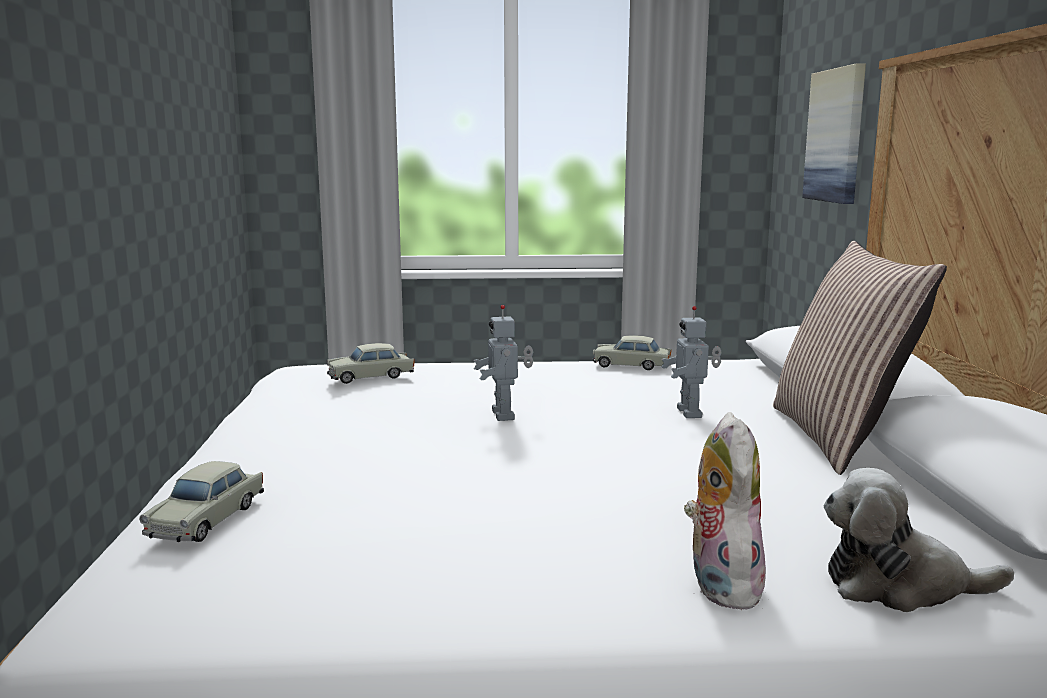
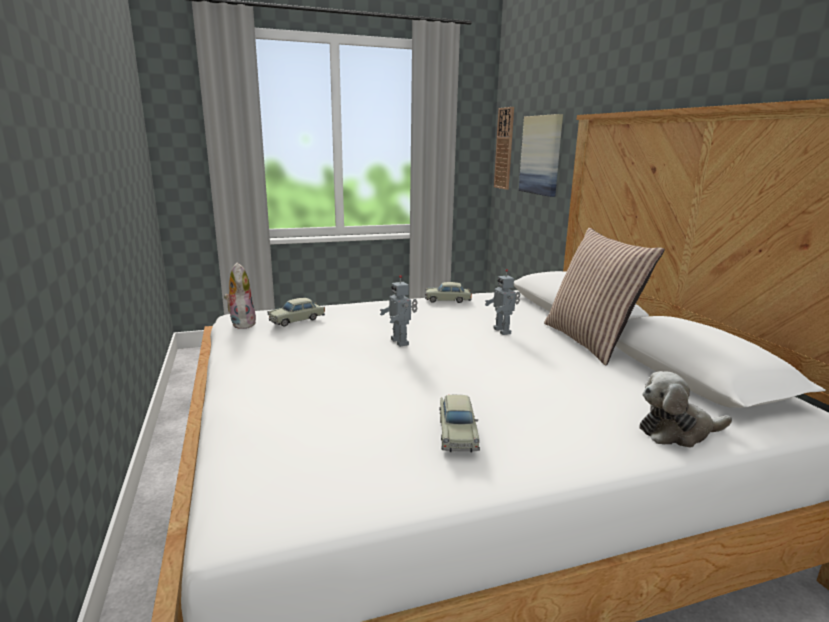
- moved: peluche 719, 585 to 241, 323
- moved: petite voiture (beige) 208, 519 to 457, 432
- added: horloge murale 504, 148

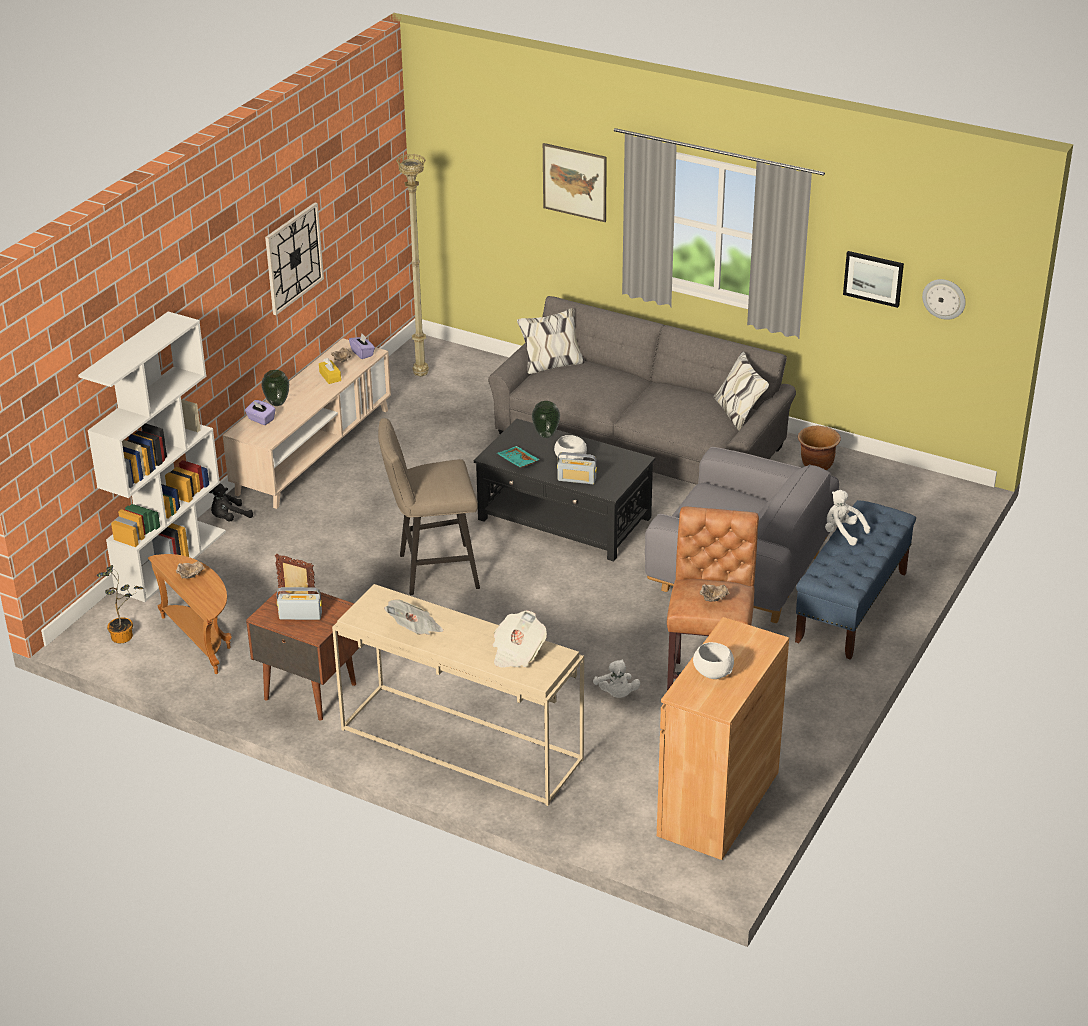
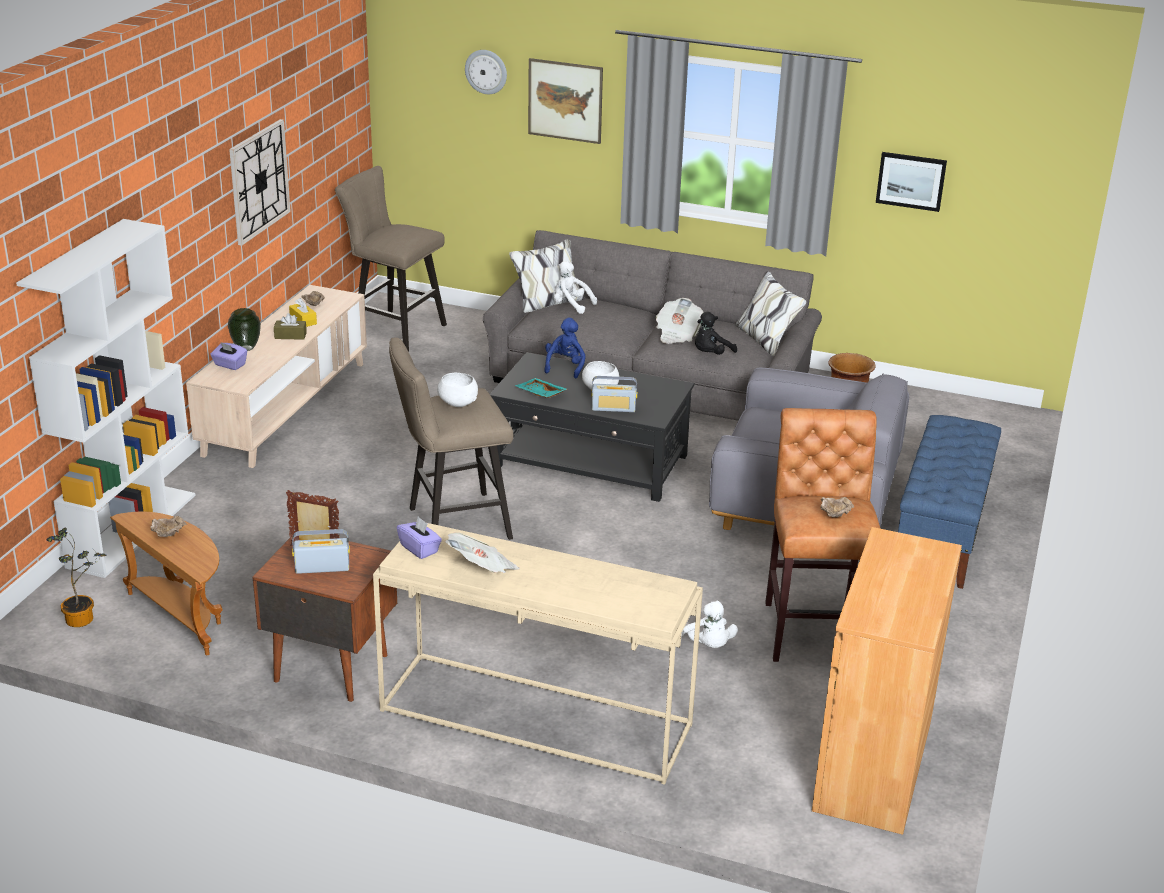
- added: boîte à mouchoirs (marron) 290, 335
- replaced: lampadaire (beige) 422, 375 to tabouret (beige) 393, 330
- moved: boîte à mouchoirs (violet) 362, 353 to 419, 549
- moved: bol (blanc) 712, 673 to 457, 403
- moved: horloge murale 944, 298 to 486, 71
- replaced: vase 546, 435 to peluche (bleu) 565, 366
- moved: peluche (blanc) 842, 533 to 570, 305
- moved: journal 517, 653 to 677, 334
- moved: peluche (noir) 229, 518 to 711, 354

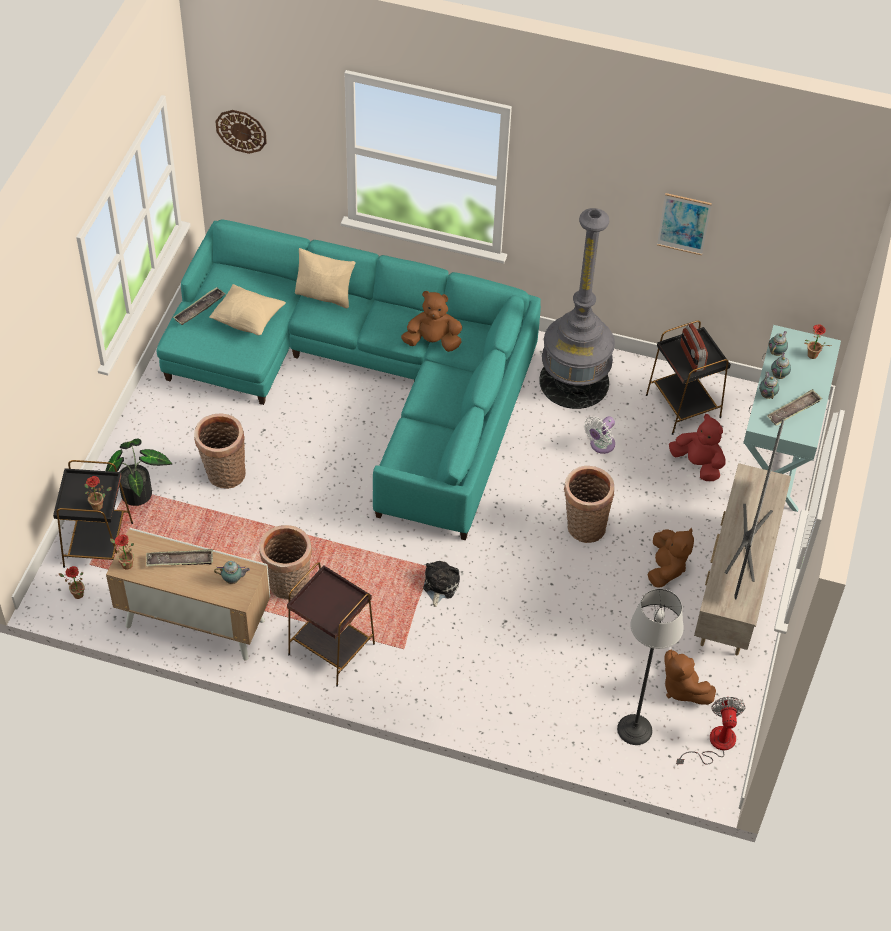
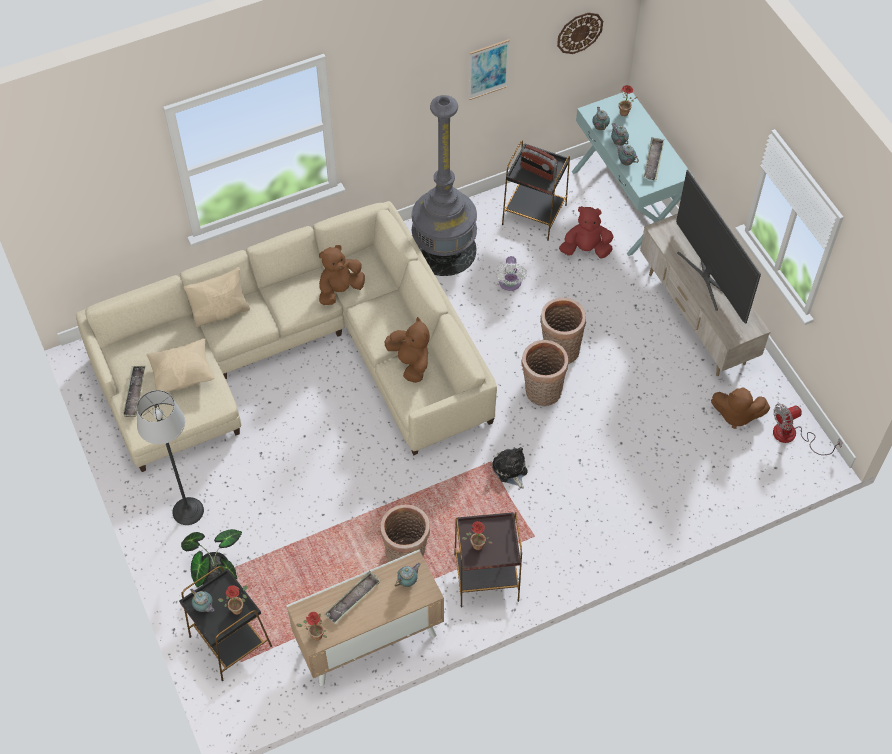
- recoloured: canapé (turquoise) 364, 379 to canapé (beige) 294, 357
- moved: lampadaire 635, 729 to 188, 510
- added: théière 204, 607
- moved: peluche (marron) 666, 568 to 410, 362
- moved: plante en pot 76, 594 to 476, 547
- moved: panier 223, 474 to 541, 393
- moved: horloge murale 241, 131 to 579, 32
- turned: ventilateur 714, 744 = 792, 436 75 degrees counterclockwise

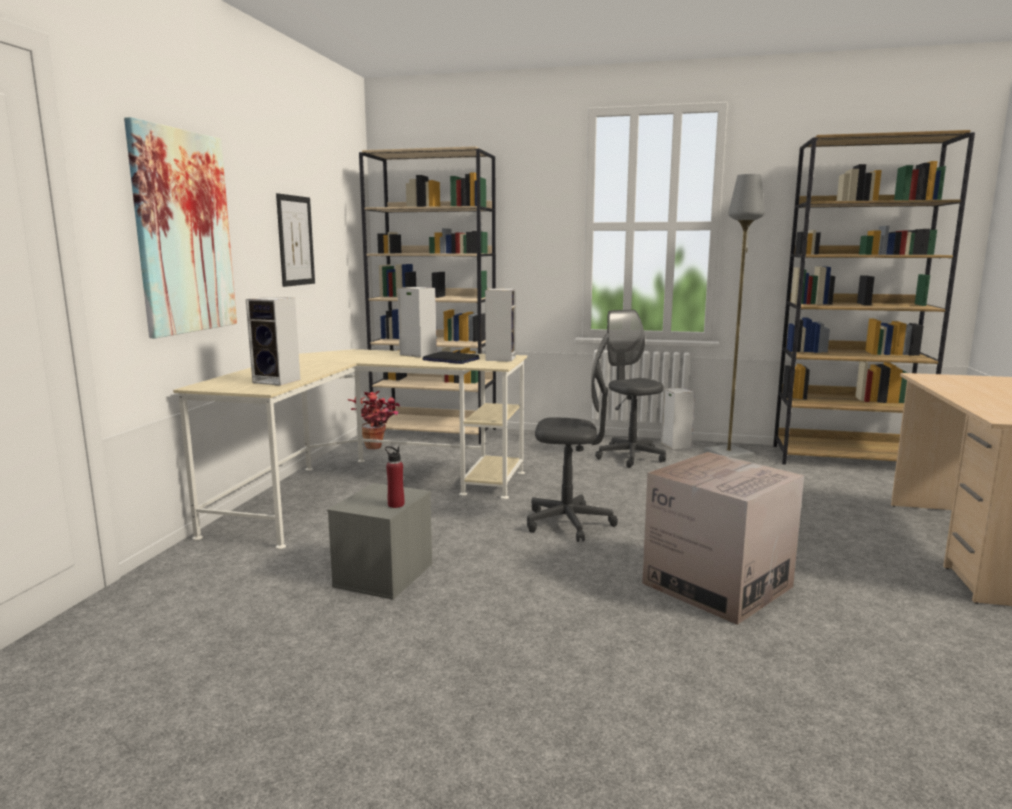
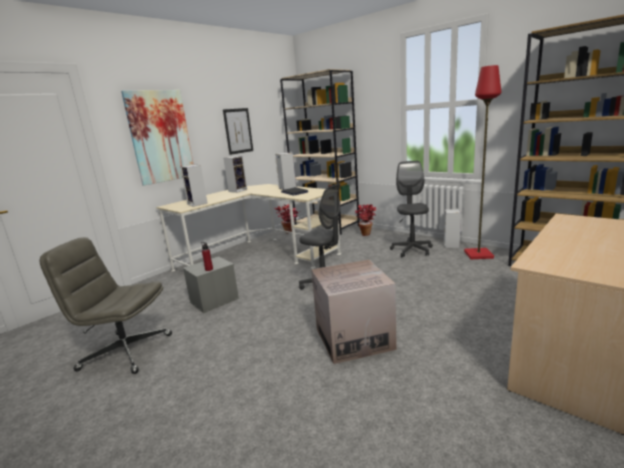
- added: chaise de bureau (gris) 125, 352
- moved: enceinte 500, 358 to 238, 190
- added: plante en pot 366, 233
- recoloured: lampadaire (gris) 729, 454 to lampadaire (rouge) 479, 255

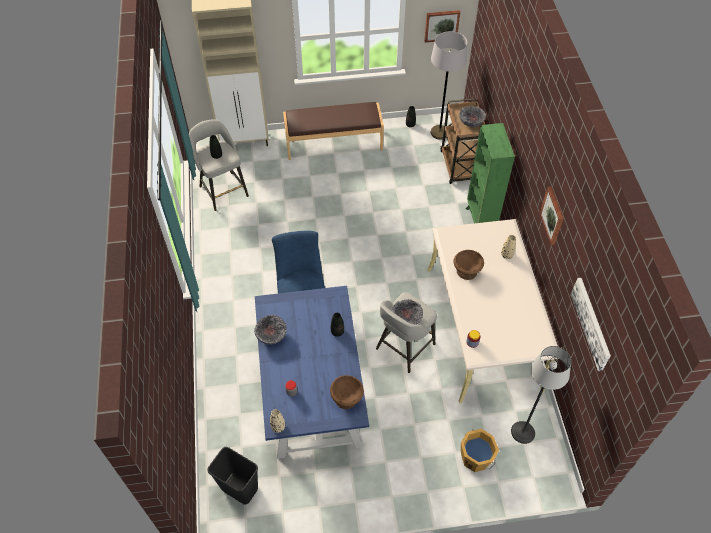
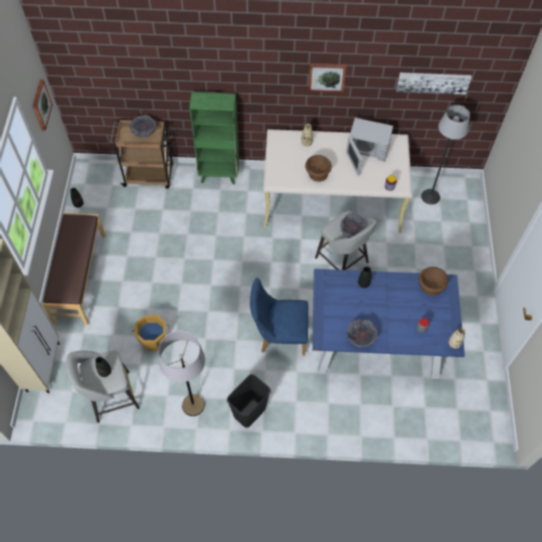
- moved: seau (orange) 476, 458 to 153, 339
- moved: lampadaire (gris) 439, 132 to 193, 405
- moved: poubelle (noir) 240, 488 to 249, 411
- added: micro-ondes (blanc) 366, 148

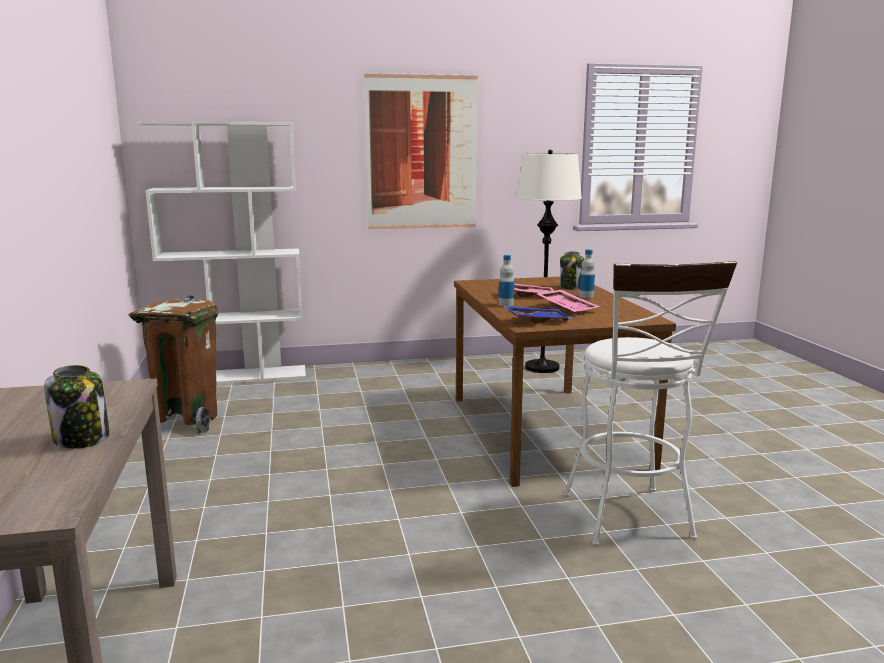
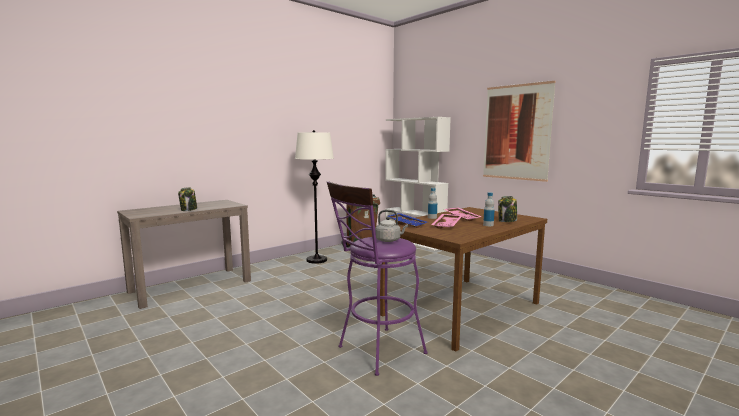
- moved: lampadaire (blanc) 542, 367 to 317, 260
- recoloured: tabouret (blanc) 631, 521 to tabouret (violet) 376, 352
- added: bouilloire (gris) 389, 240

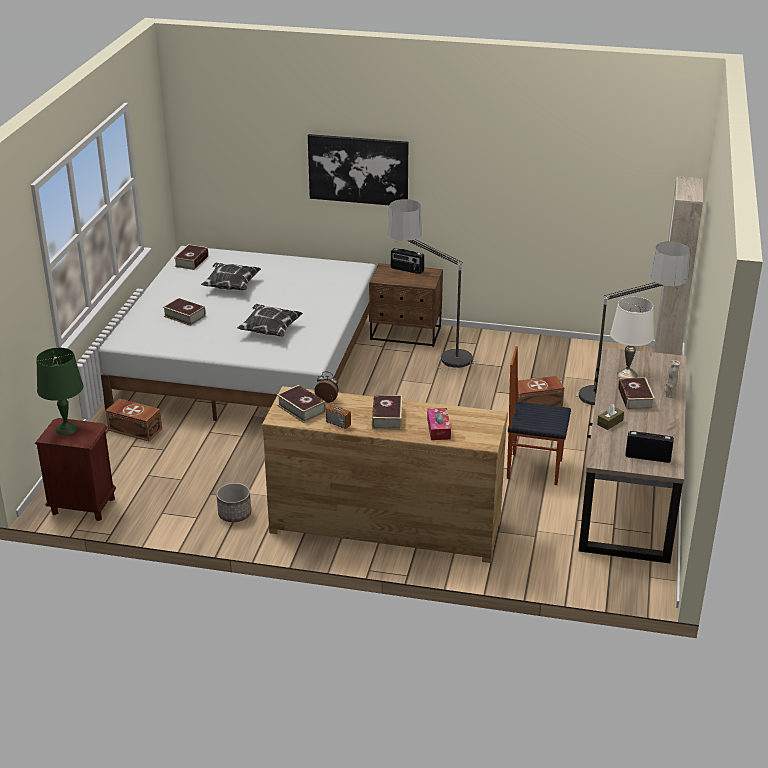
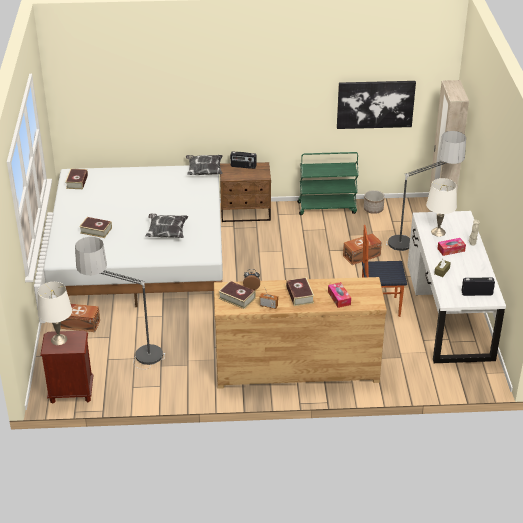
- recoloured: lampe de table (vert) 66, 428 to lampe de table (blanc) 59, 339
- moved: lampadaire 430, 359 to 126, 359
- moved: coussin 231, 286 to 204, 171
- added: chariot (vert) 327, 207
- moved: tableau 358, 169 to 375, 104
- moved: cache-pot 234, 514 to 373, 209
- recoloured: bureau (marron) 629, 489 to bureau (blanc) 449, 311
- replaced: livre 635, 398 to boîte à mouchoirs 451, 250

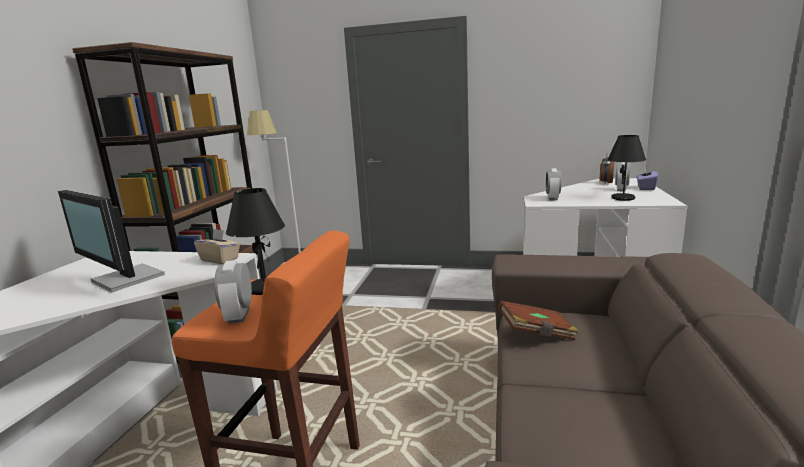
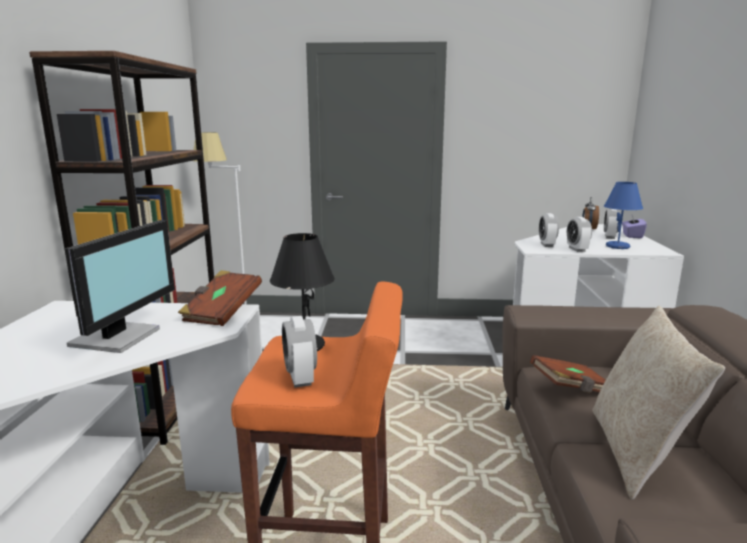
- turned: écran d'ordinateur 125, 279 = 119, 337 105 degrees counterclockwise
- replaced: boîte à mouchoirs (beige) 220, 259 to livre (marron) 222, 312
- added: réveil 577, 249
- added: coussin (beige) 636, 453
- recoloured: lampe de table (noir) 623, 198 to lampe de table (bleu) 618, 246

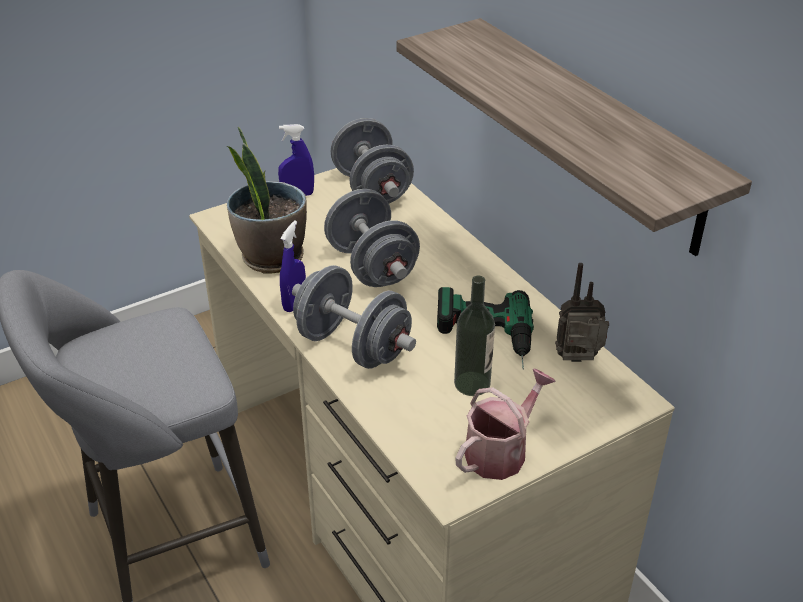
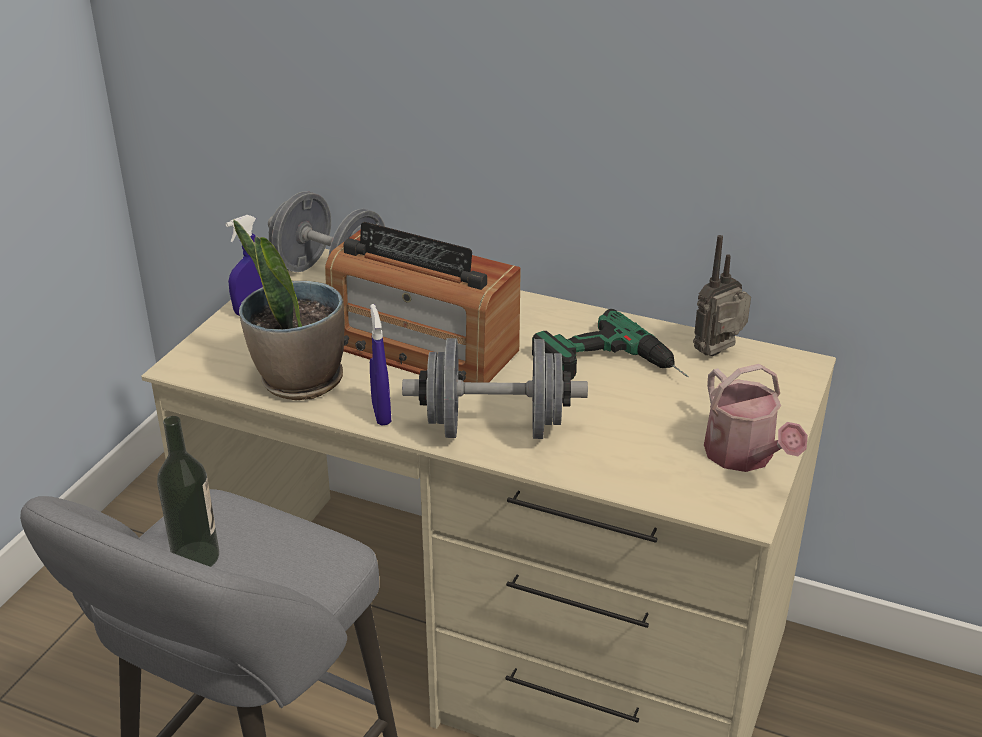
- moved: bouteille 472, 384 to 196, 557
- replaced: haltère (gris) 372, 266 to radio 422, 348
- turned: arrosoir 501, 451 = 744, 457 150 degrees clockwise
- removed: étagère 592, 134

